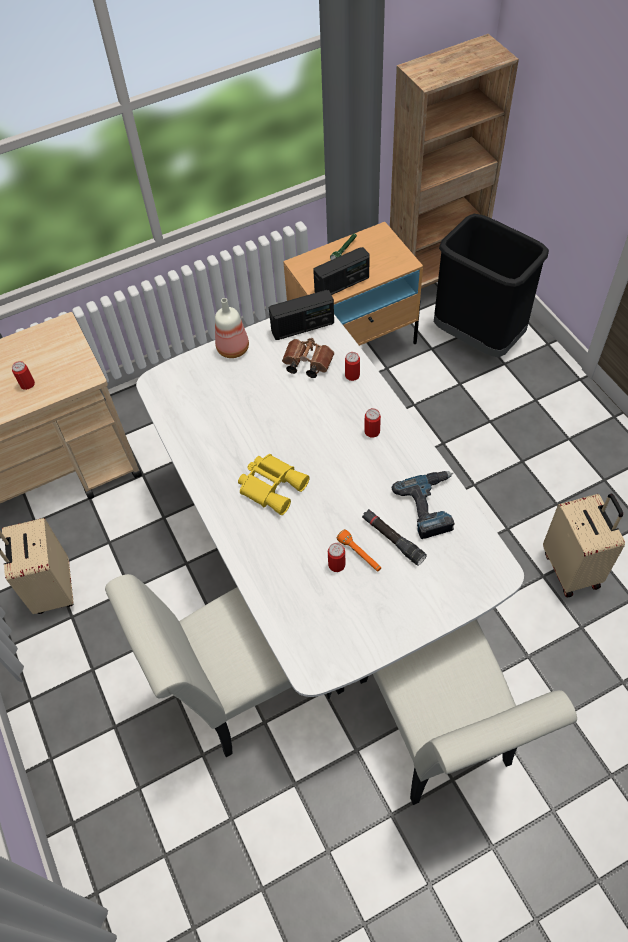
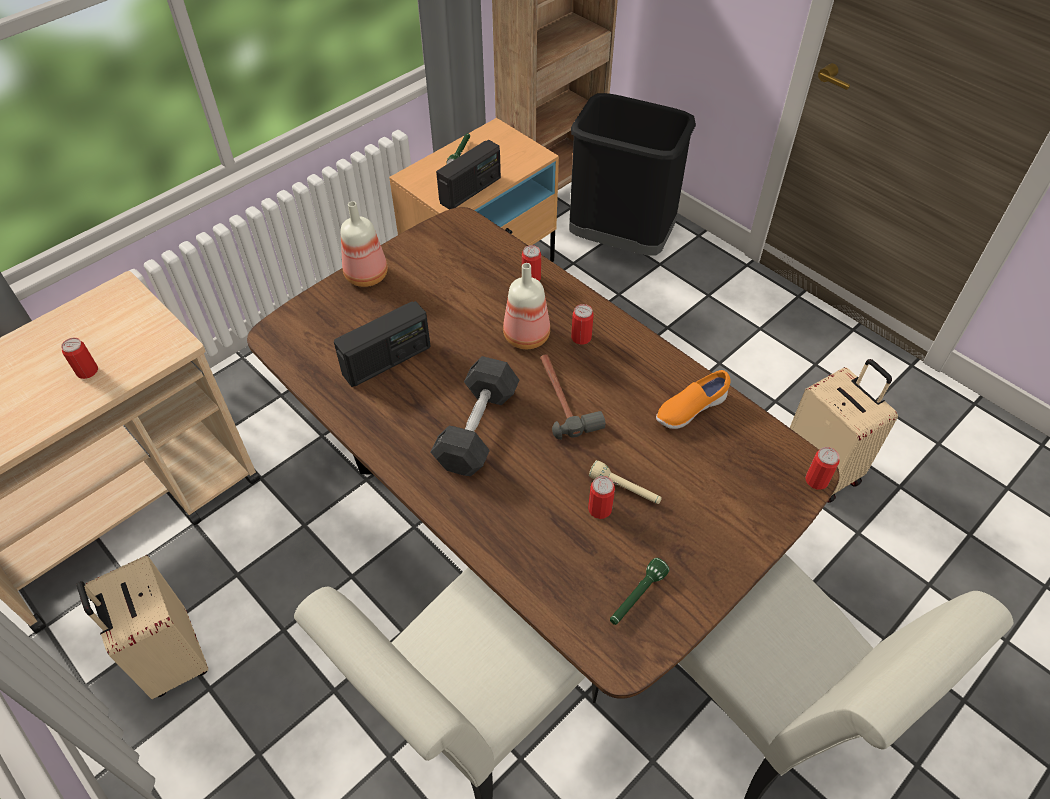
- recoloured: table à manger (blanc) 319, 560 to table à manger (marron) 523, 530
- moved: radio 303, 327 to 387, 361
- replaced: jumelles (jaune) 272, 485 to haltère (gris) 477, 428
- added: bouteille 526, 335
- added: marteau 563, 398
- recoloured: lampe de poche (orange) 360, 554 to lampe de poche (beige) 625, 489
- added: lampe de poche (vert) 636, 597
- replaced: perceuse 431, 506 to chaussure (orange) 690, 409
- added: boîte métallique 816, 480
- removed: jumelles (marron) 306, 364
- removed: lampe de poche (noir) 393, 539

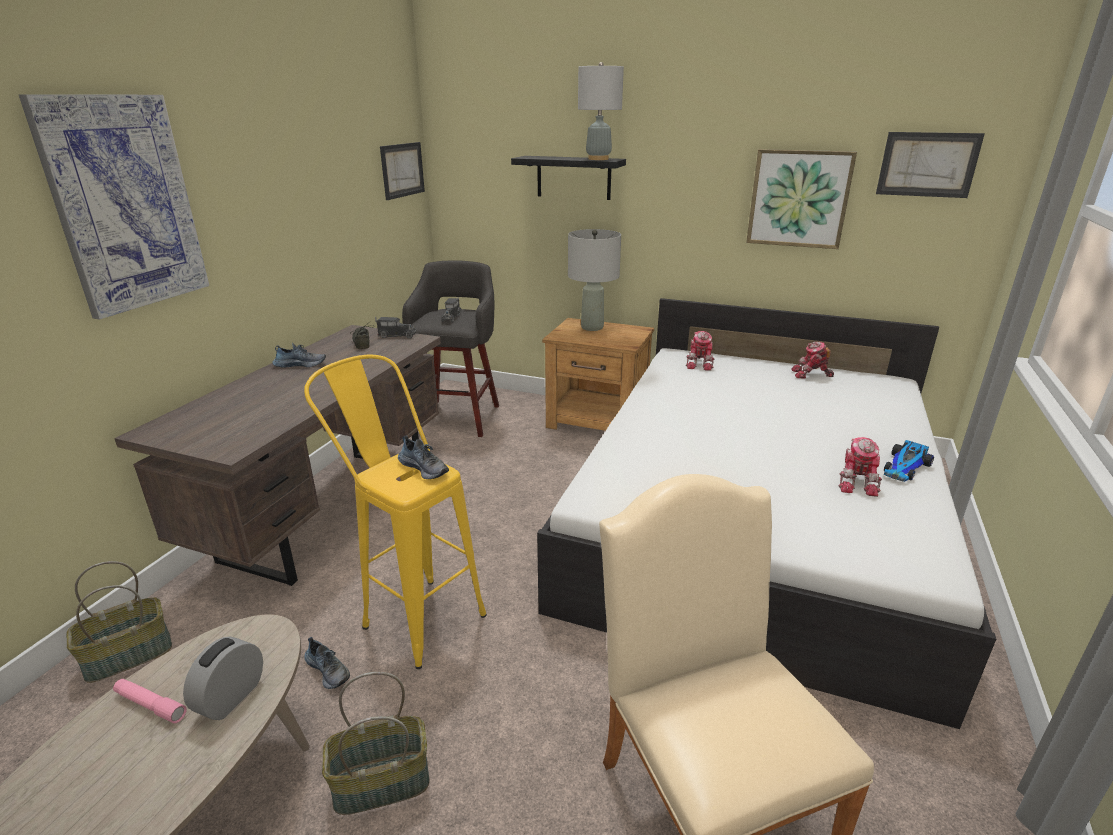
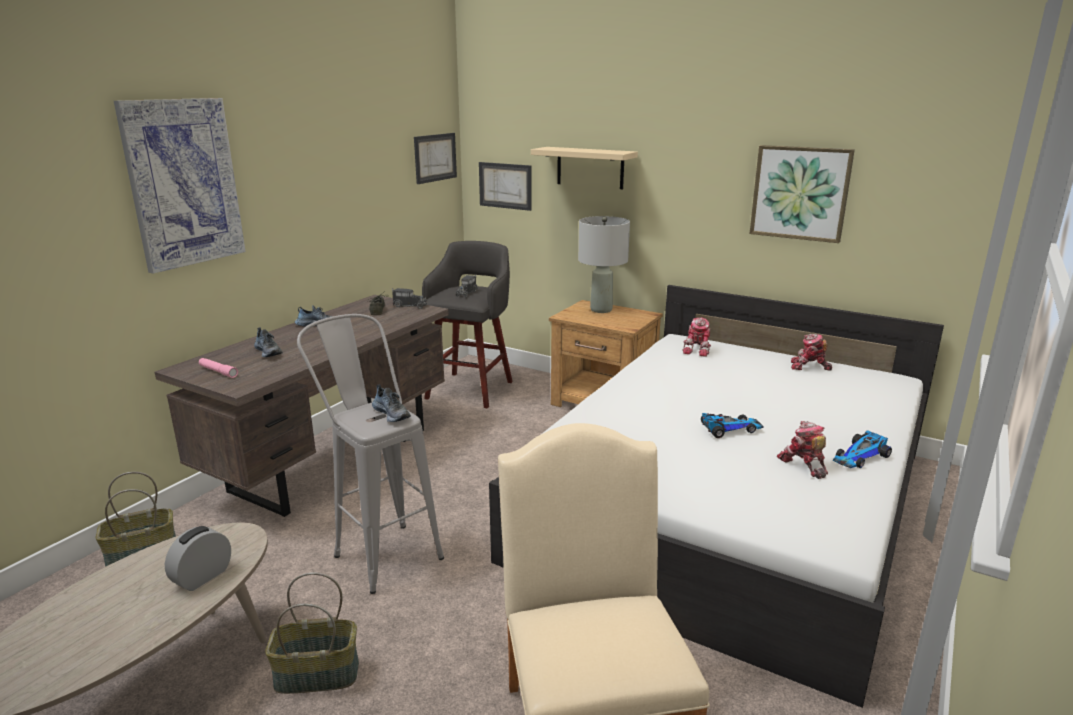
- moved: lampe de poche (rose) 150, 705 to 218, 371
- moved: chaussure 328, 670 to 269, 352
- recoloured: tabouret (jaune) 413, 613 to tabouret (gris) 380, 550
- moved: tableau 927, 164 to 505, 185
- recoloured: étagère (noir) 573, 177 to étagère (beige) 590, 167
- added: petite voiture 729, 429
- turned: robot jouet 857, 482 = 803, 465 135 degrees clockwise
- removed: lampe de table (gris) 598, 159

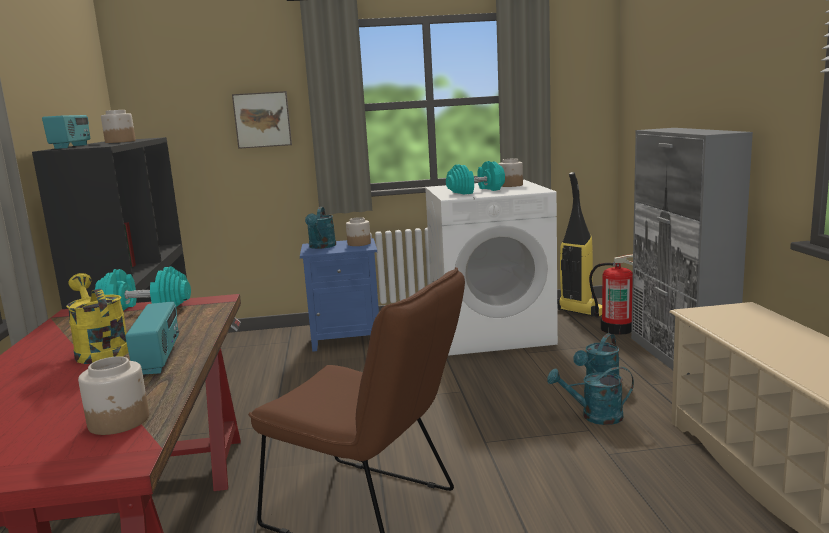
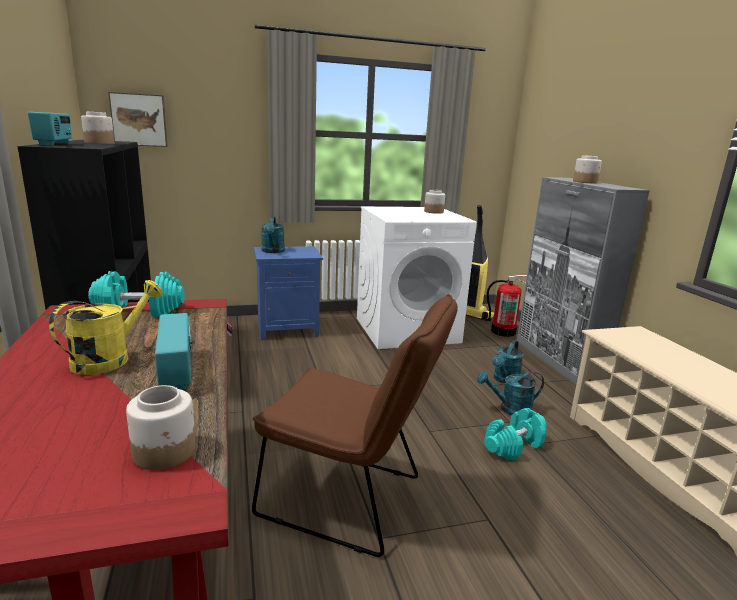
- turned: arrosoir (jaune) 100, 351 = 110, 358 75 degrees clockwise
- moved: tableau 262, 119 to 139, 120
- moved: haltère (turquoise) 476, 191 to 514, 446
- moved: bocal 359, 243 to 585, 182

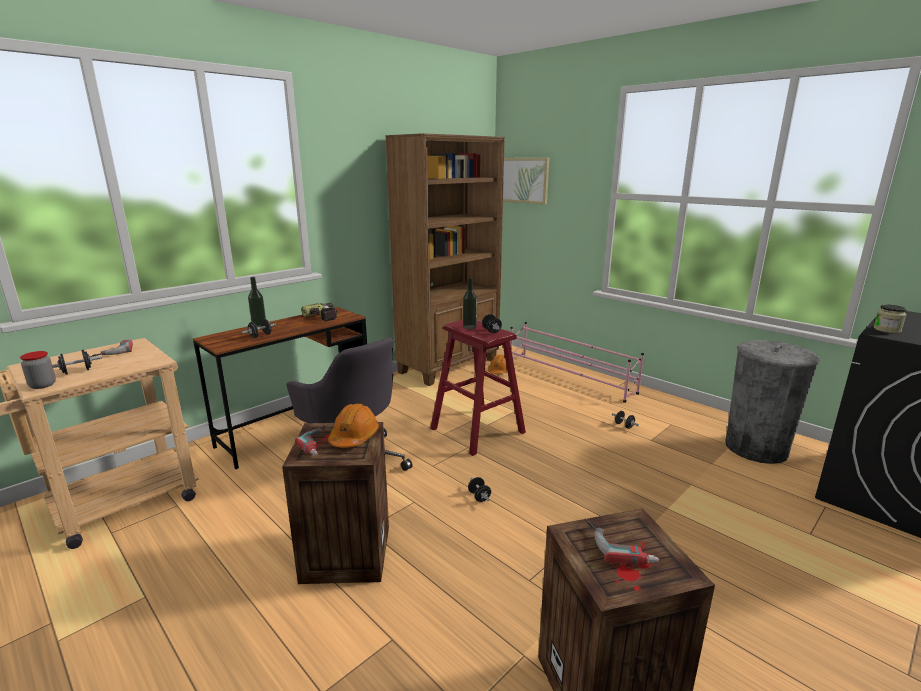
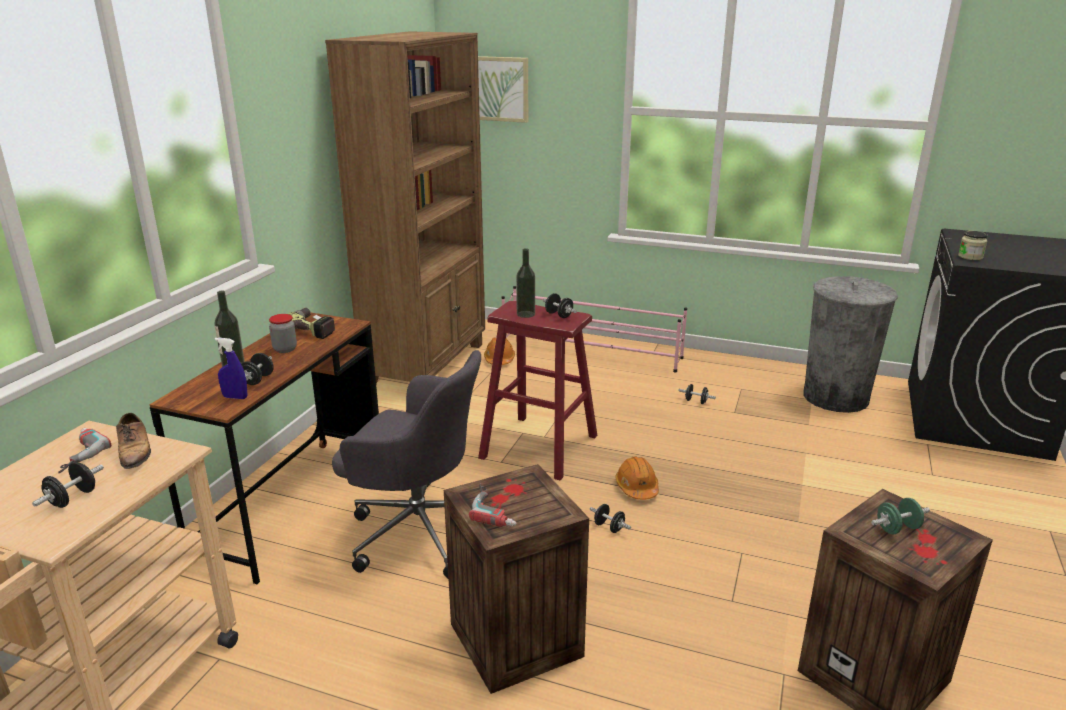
- added: chaussure 135, 452
- added: vaporisateur (bleu) 235, 397
- moved: bocal 42, 385 to 285, 349
- moved: casque de chantier (orange) 354, 437 to 637, 487
- replaced: perceuse 619, 545 to haltère (vert) 897, 528

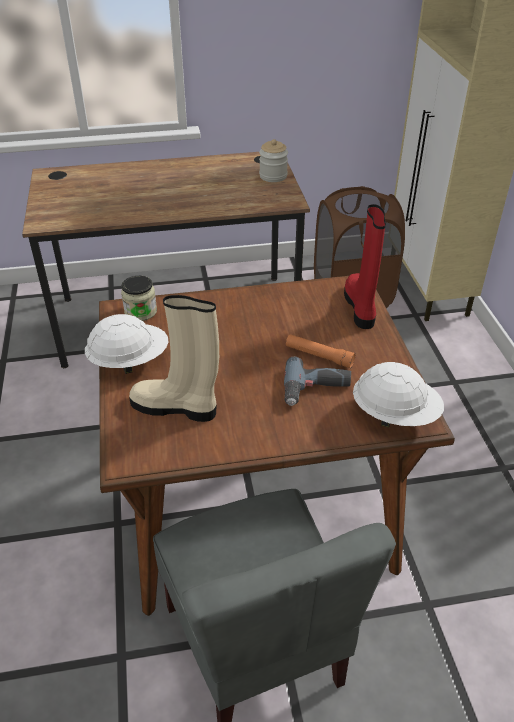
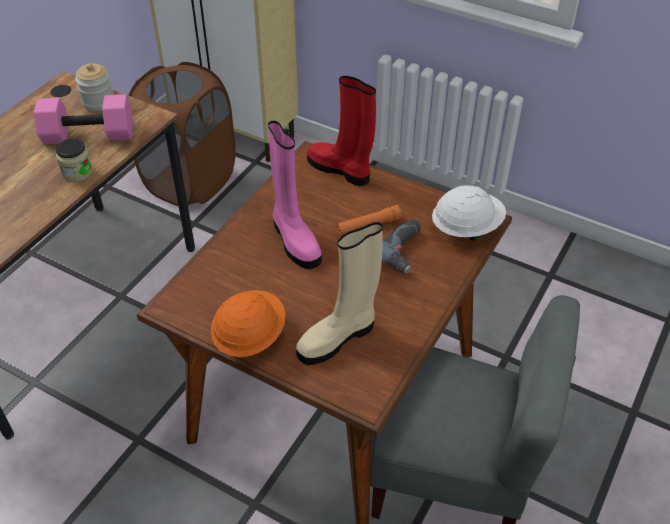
- added: haltère (rose) 90, 134
- moved: bocal 140, 312 to 77, 172
- recoloured: casque de chantier (blanc) 129, 361 to casque de chantier (orange) 249, 337
- added: botte (rose) 294, 240

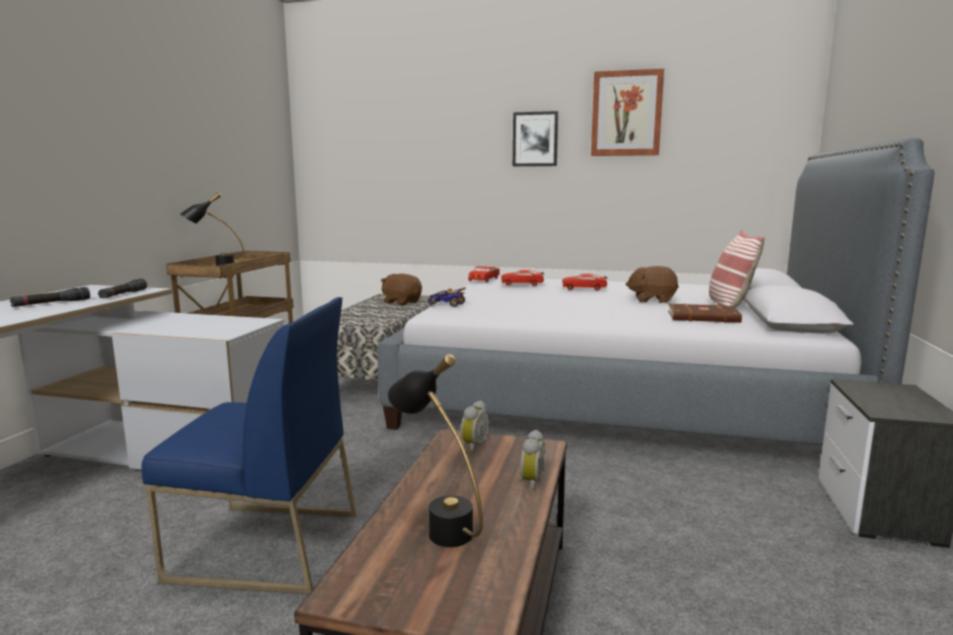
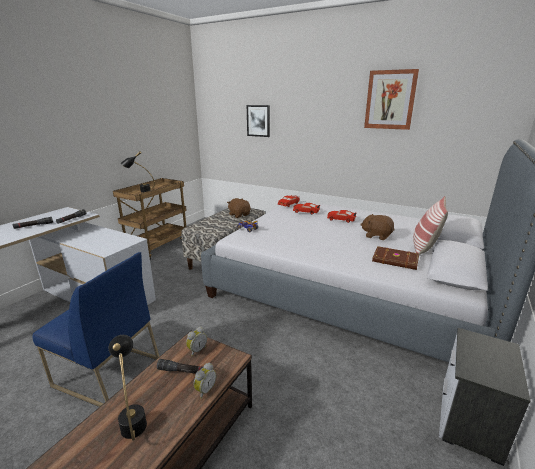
- added: lampe de poche (noir) 183, 371
- moved: tableau 535, 139 to 258, 121

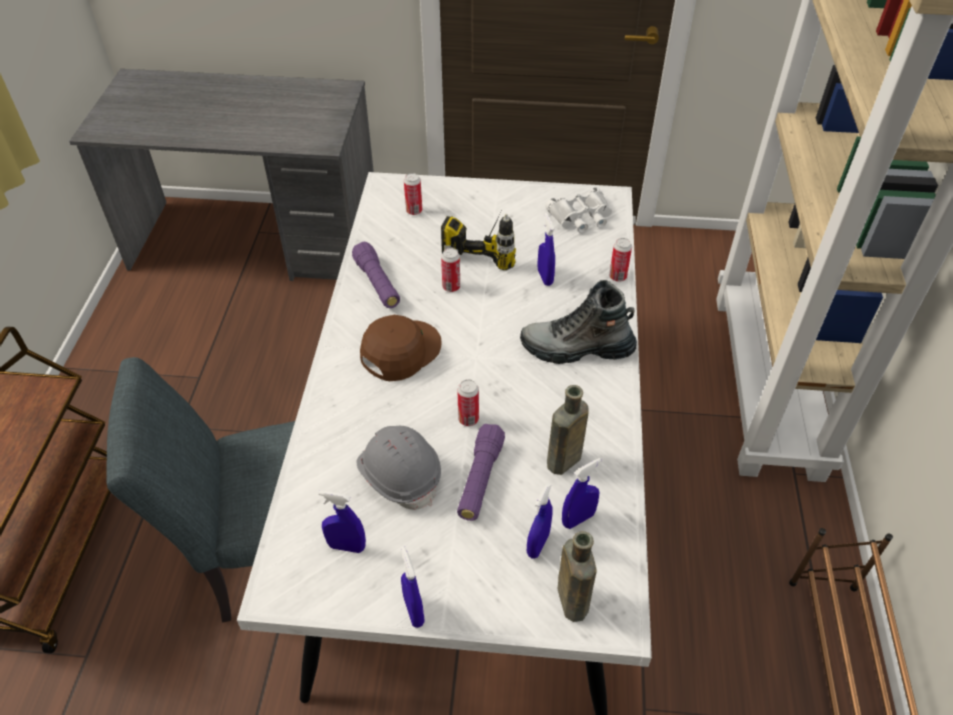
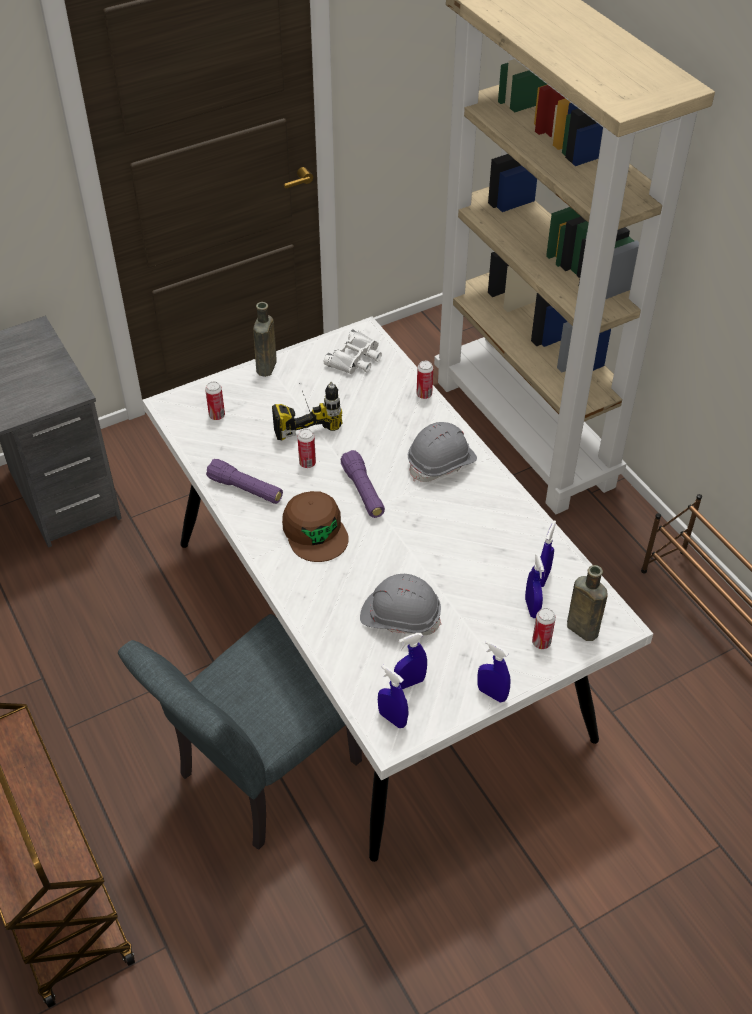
- moved: bouteille (marron) 562, 462 to 266, 368
- turned: casquette (marron) 400, 351 = 315, 531 150 degrees clockwise
- moved: lampe de poche (violet) 480, 479 to 363, 491
- moved: vaporisateur (bleu) 545, 277 to 392, 719
- replaced: botte 576, 348 to casque de chantier (gris) 442, 463
- moved: boîte métallique 468, 419 to 541, 642

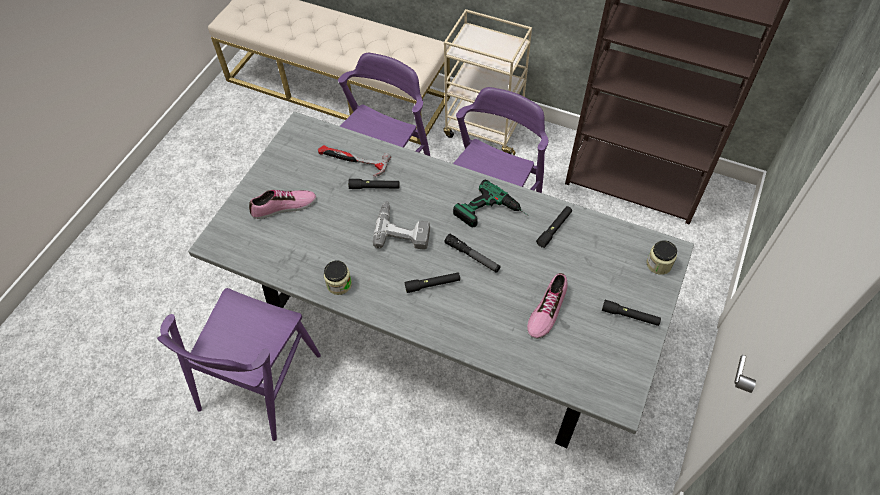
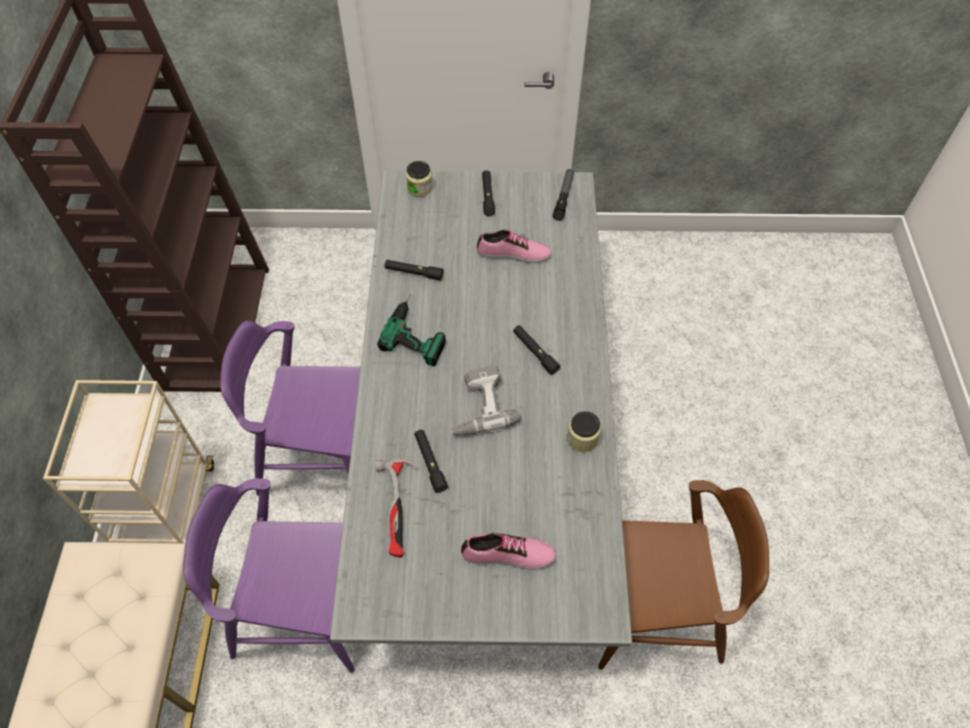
- turned: chaussure 284, 207 = 508, 555 135 degrees clockwise
- moved: lampe de poche 472, 256 to 563, 197
- recoloured: chaise (violet) 259, 382 to chaise (marron) 653, 610

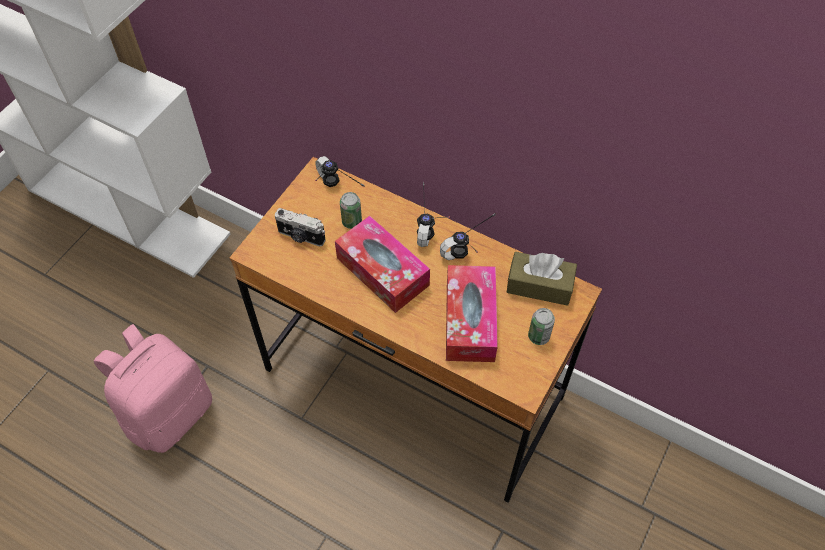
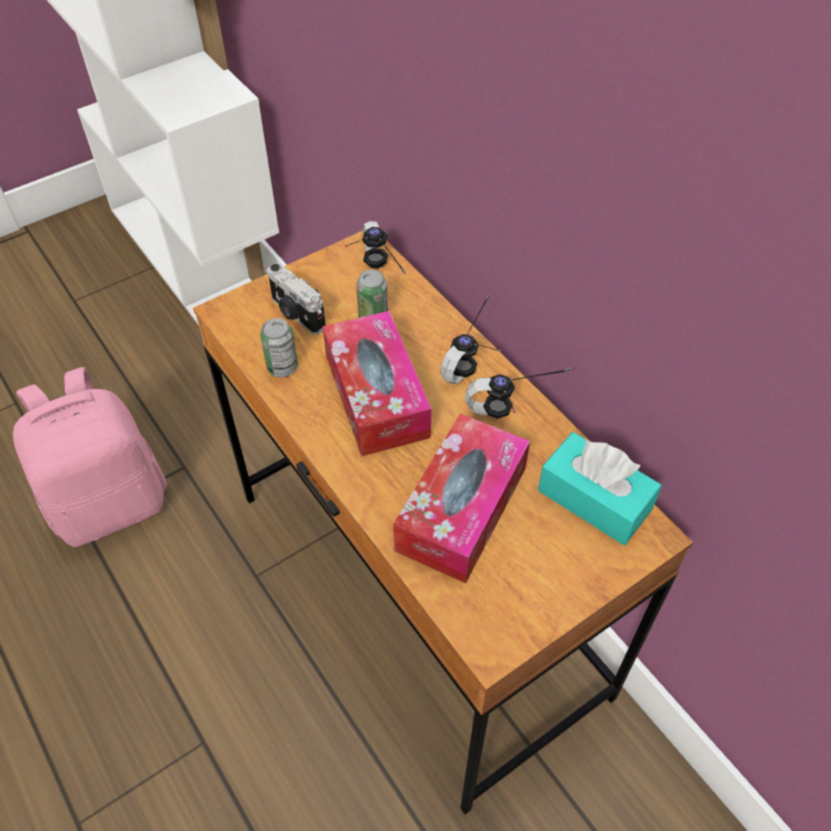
- moved: boîte métallique 538, 336 to 282, 367
- recoloured: boîte à mouchoirs (marron) 539, 285 to boîte à mouchoirs (turquoise) 594, 500

